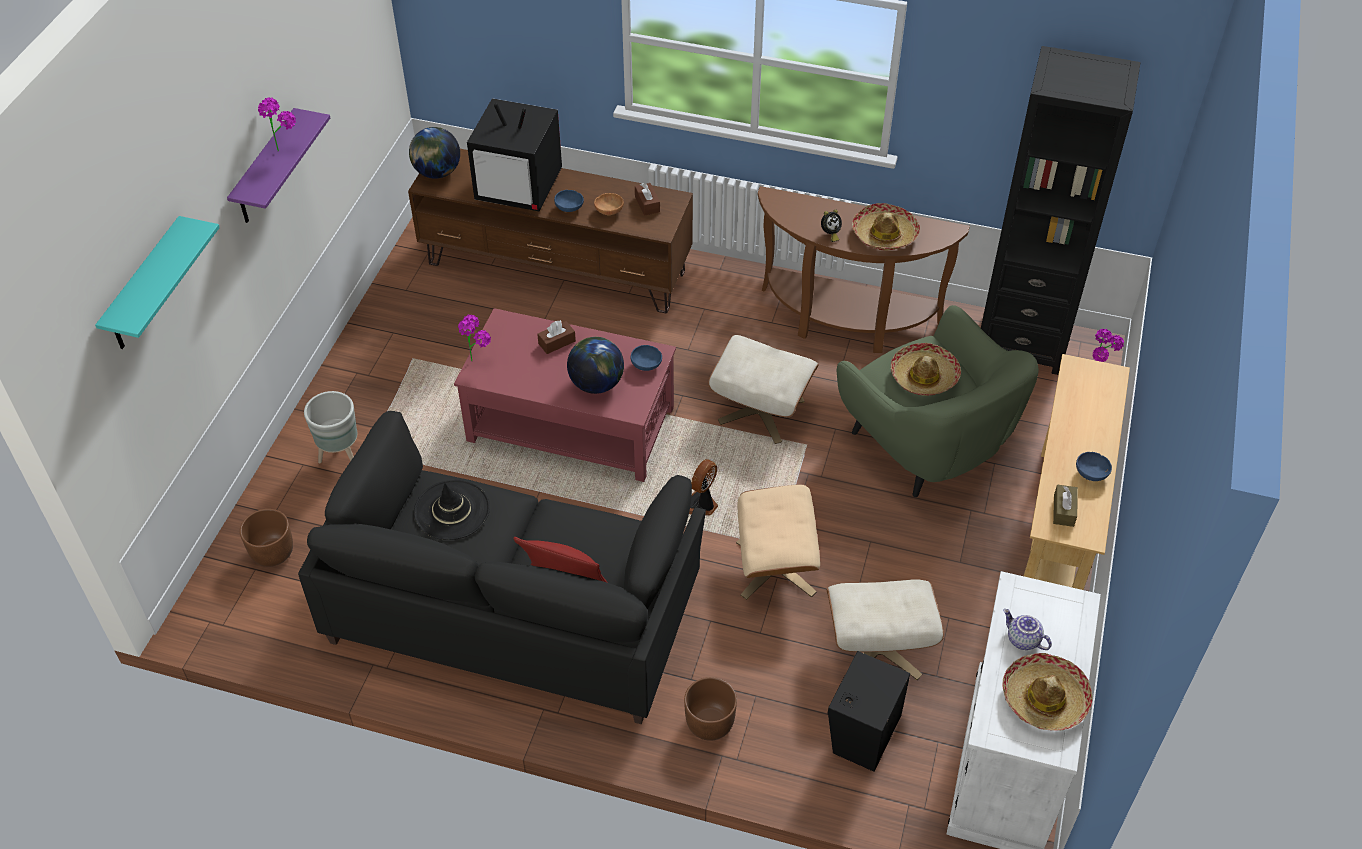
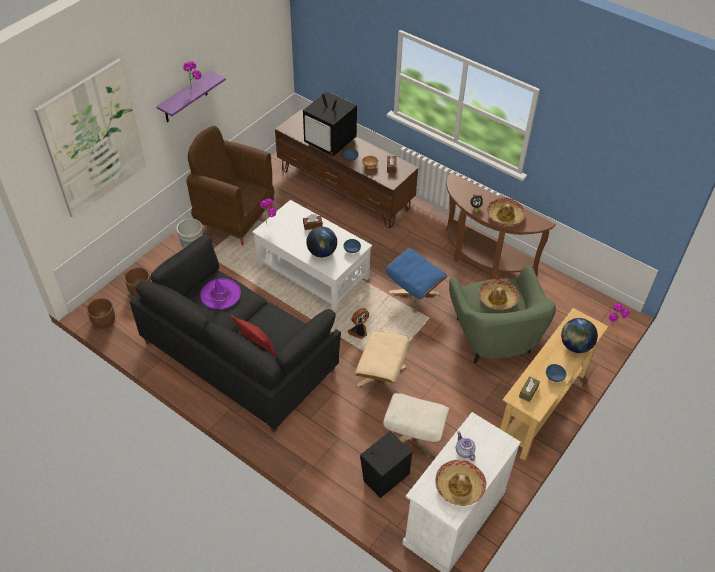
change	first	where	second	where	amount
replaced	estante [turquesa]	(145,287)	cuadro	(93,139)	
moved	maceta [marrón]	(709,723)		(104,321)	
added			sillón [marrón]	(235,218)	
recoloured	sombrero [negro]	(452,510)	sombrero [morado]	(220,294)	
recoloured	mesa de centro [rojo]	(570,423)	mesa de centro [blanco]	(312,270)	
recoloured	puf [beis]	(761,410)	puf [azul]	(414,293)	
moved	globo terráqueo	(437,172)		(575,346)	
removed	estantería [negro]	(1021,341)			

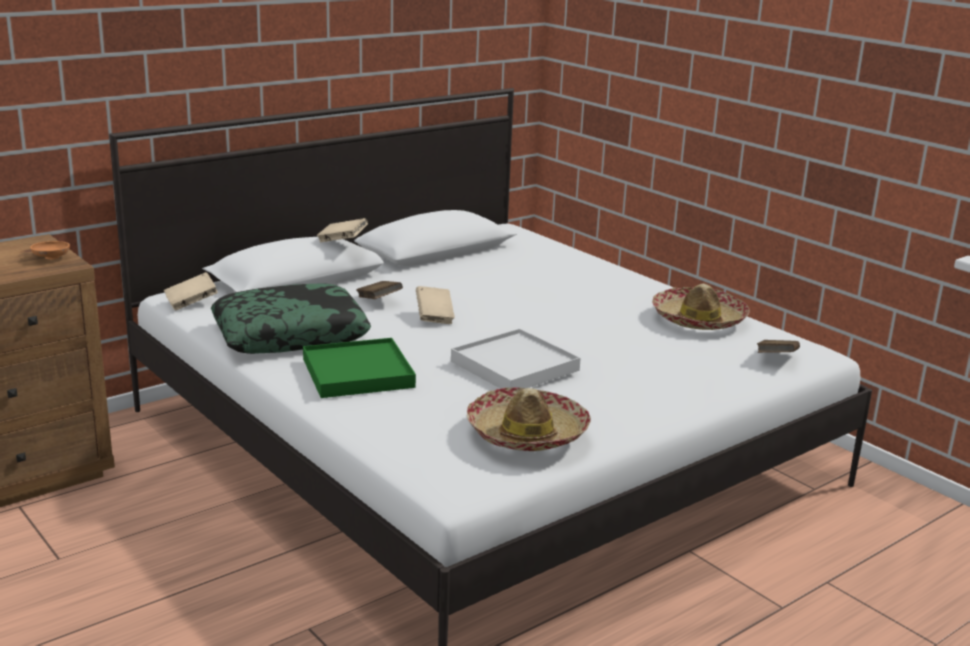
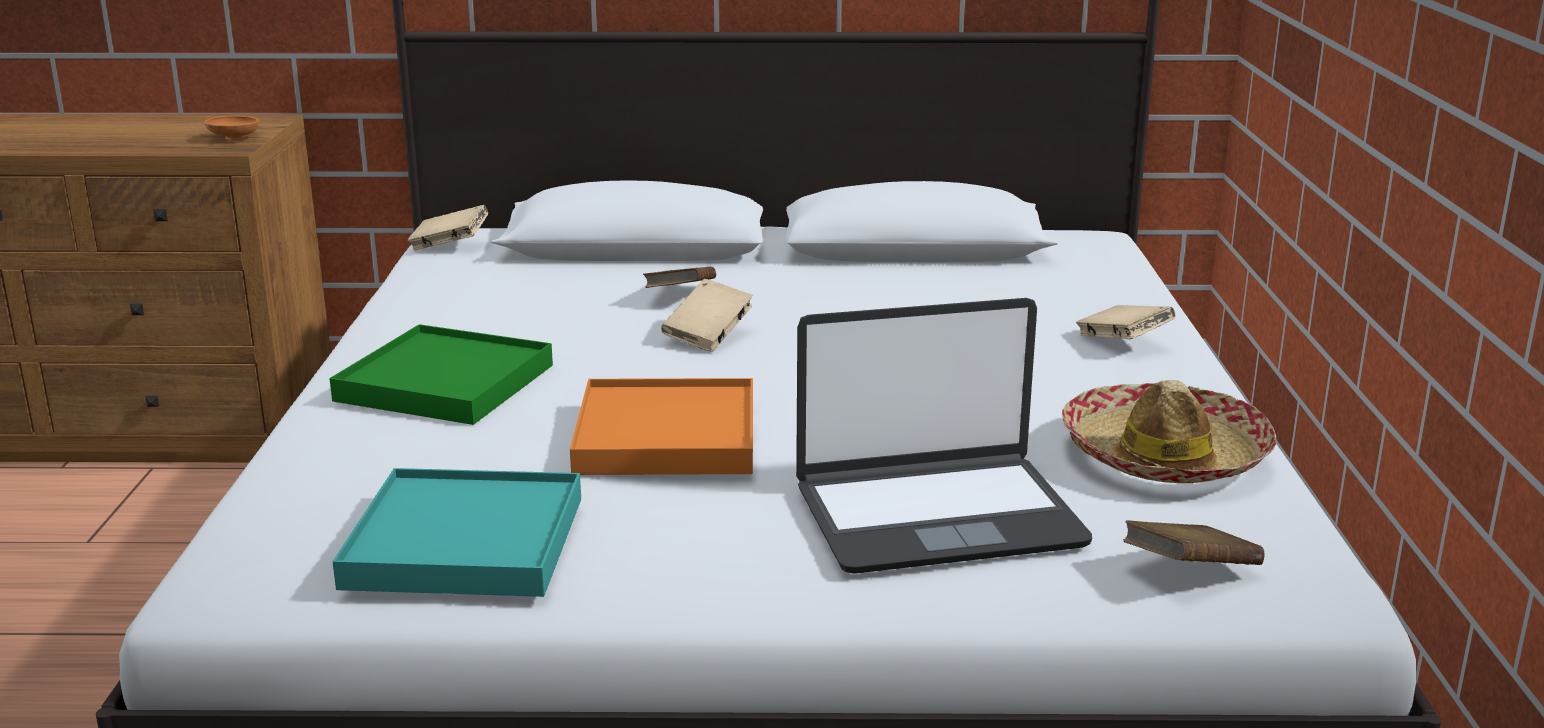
change	first	where	second	where	amount
replaced	sombrero	(527,433)	bandeja [turquesa]	(466,542)	
recoloured	bandeja [blanco]	(514,366)	bandeja [naranja]	(667,436)	
added			portátil	(937,516)	
moved	libro [beis]	(342,241)		(1122,343)	
removed	cojín	(290,334)			

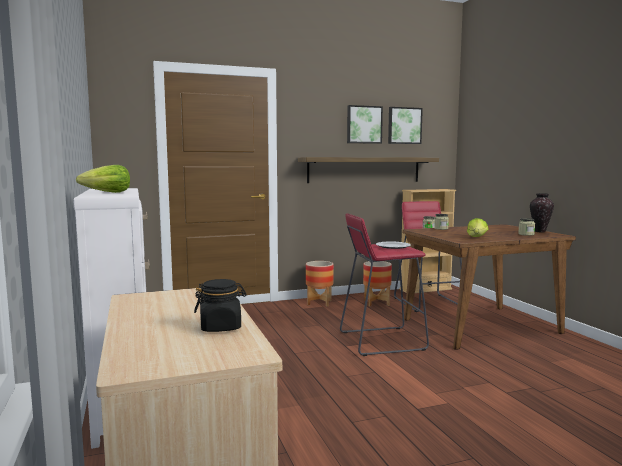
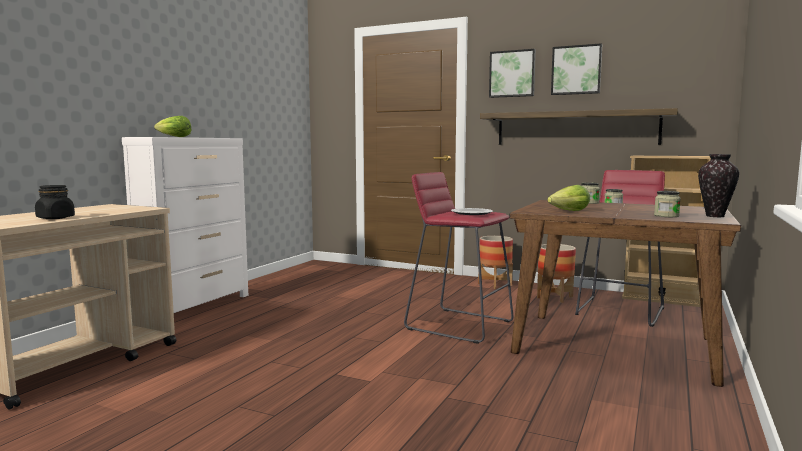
change	first	where	second	where	amount
moved	cuadro	(404,125)		(512,74)	

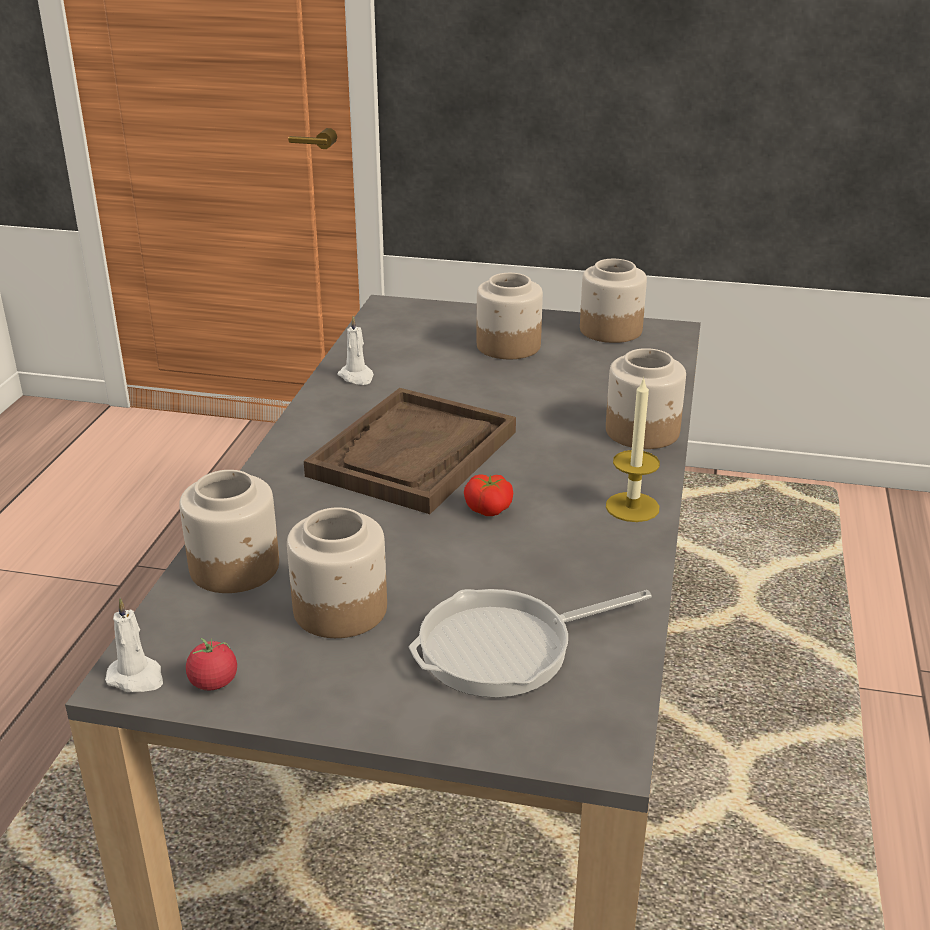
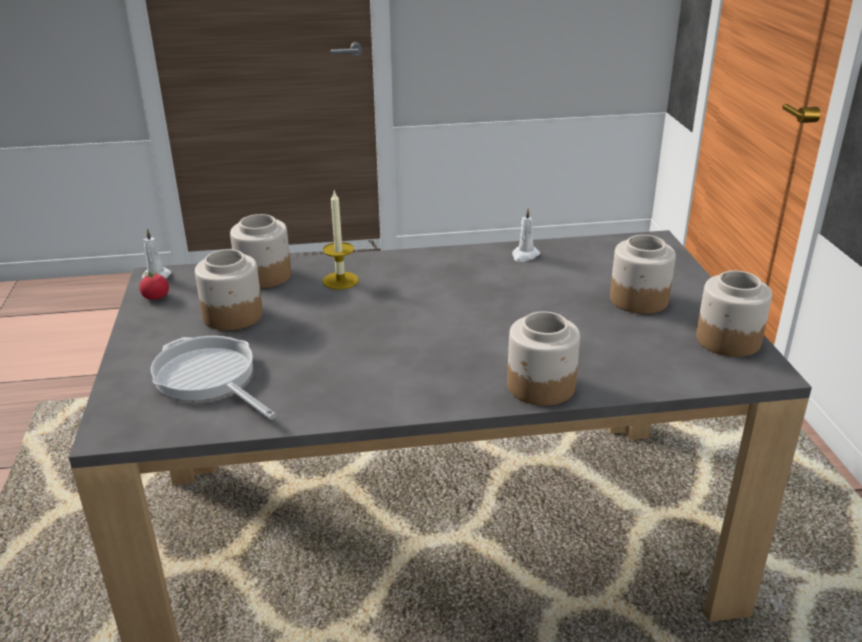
change	first	where	second	where	amount
moved	vela	(632,507)		(340,280)	
removed	bandeja [marrón]	(413,454)			
removed	tomate	(489,508)			

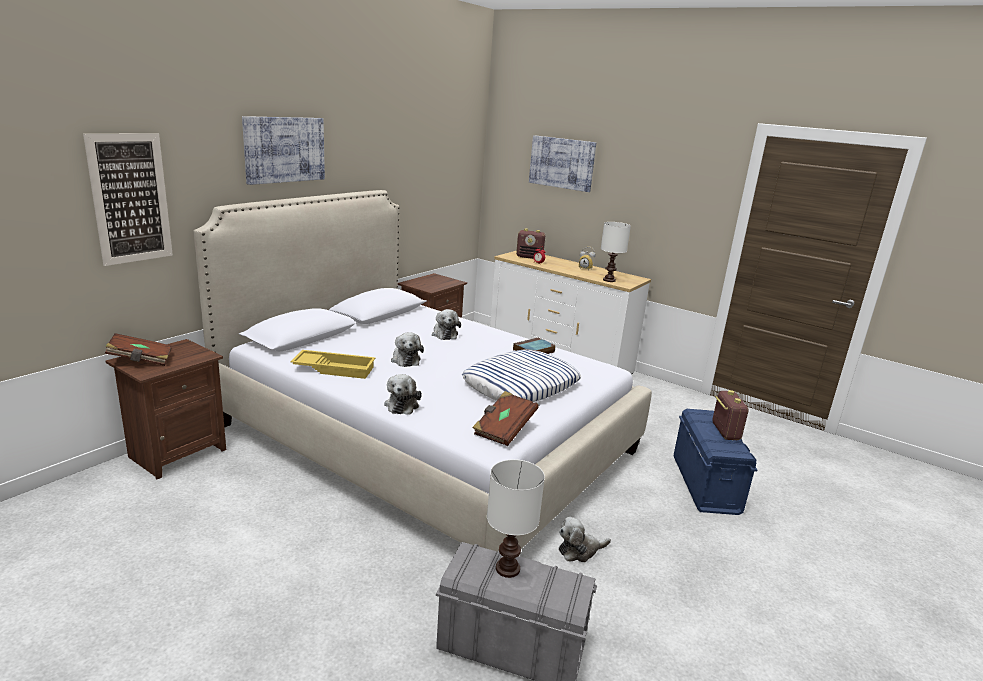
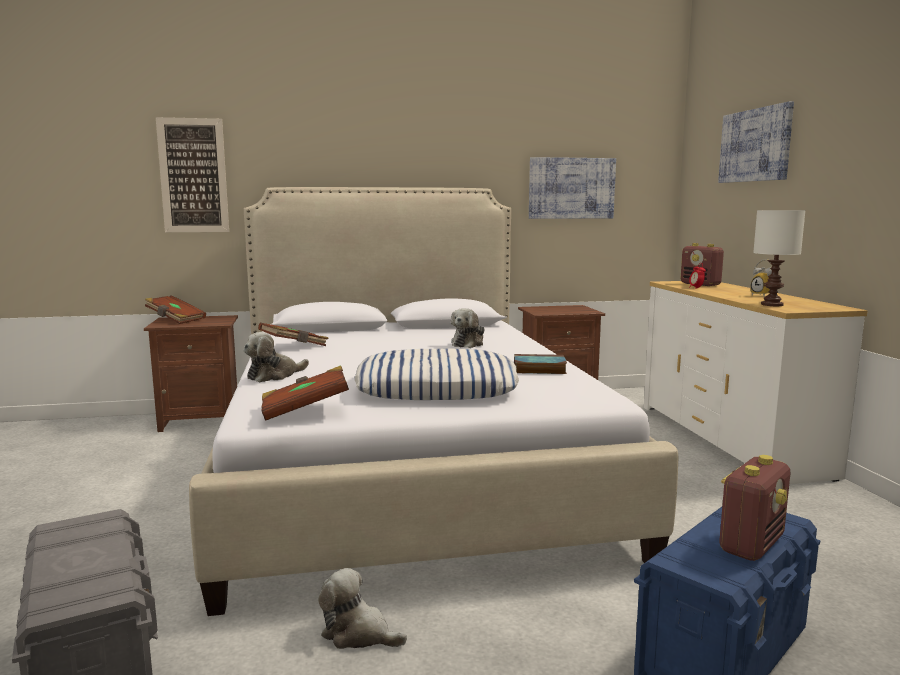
change	first	where	second	where	amount
replaced	bandeja [amarillo]	(335,368)	libro [marrón]	(294,347)	
moved	cuadro	(284,149)		(571,188)	
removed	peluche	(405,359)			
removed	lámpara de mesa [blanco]	(508,568)			

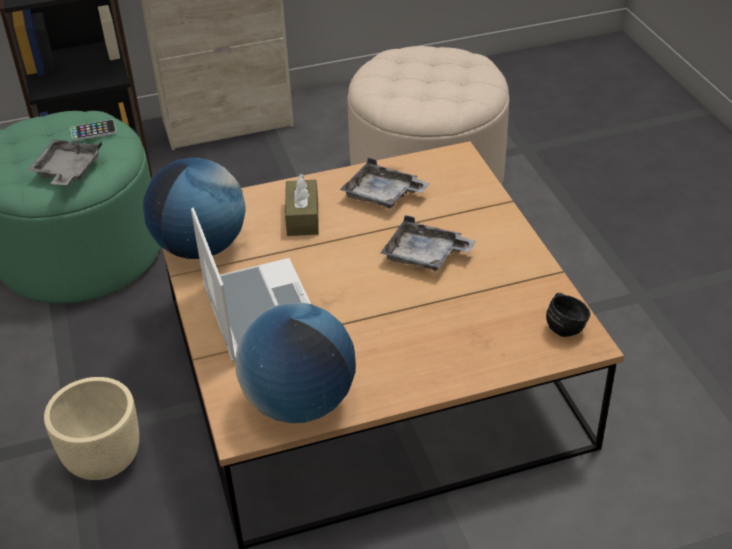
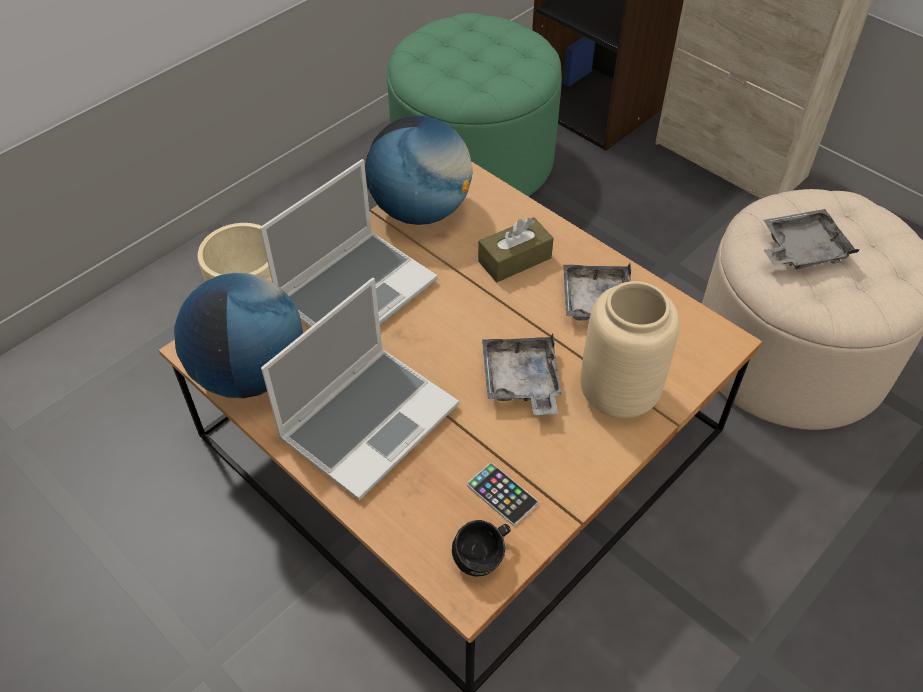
change	first	where	second	where	amount
added			portátil	(369,420)	
moved	móvil	(93,131)		(502,494)	
added			florero [beis]	(617,393)	
moved	bandeja [gris]	(67,171)		(801,250)	

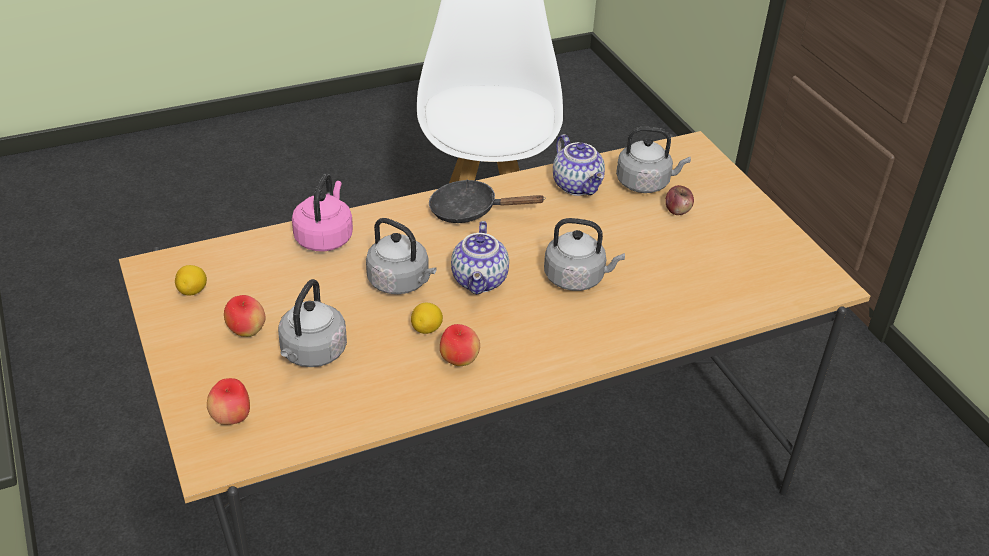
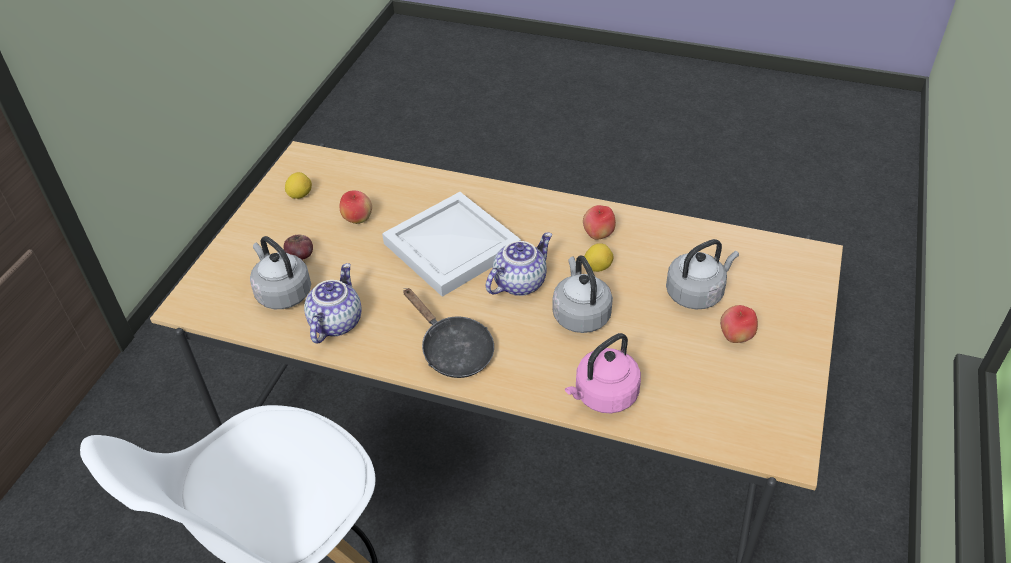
change	first	where	second	where	amount
moved	limón	(193,291)		(300,195)	
moved	manzana	(231,418)		(358,220)	
replaced	hervidor [gris]	(577,278)	bandeja [blanco]	(449,246)	

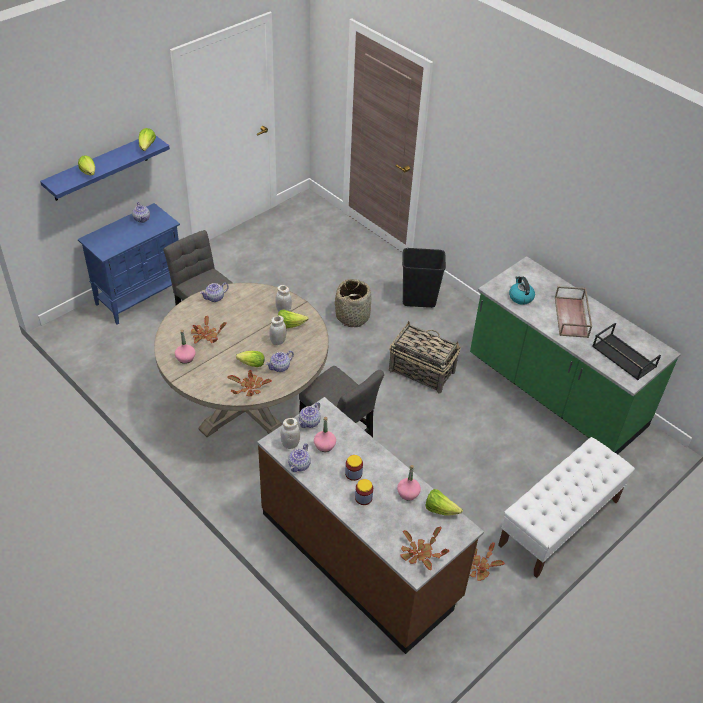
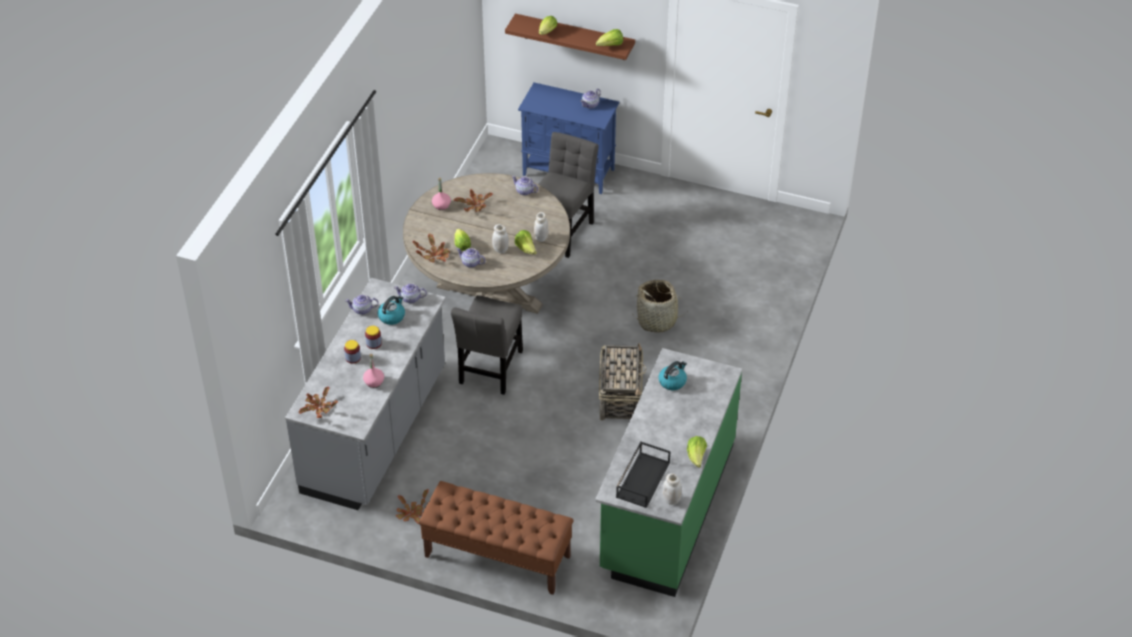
change	first	where	second	where	amount
recoloured	mueble bajo de cocina [marrón]	(360,555)	mueble bajo de cocina [gris]	(376,431)	
replaced	botella [rosa]	(324,445)	hervidor	(392,316)	
recoloured	banco [blanco]	(559,523)	banco [marrón]	(497,556)	
recoloured	estante [azul]	(100,167)	estante [marrón]	(574,37)	
moved	tarro [blanco]	(290,444)		(671,500)	
moved	lechuga	(440,509)		(696,457)	
removed	papelera [negro]	(419,300)			
removed	bandeja [marrón]	(572,317)			

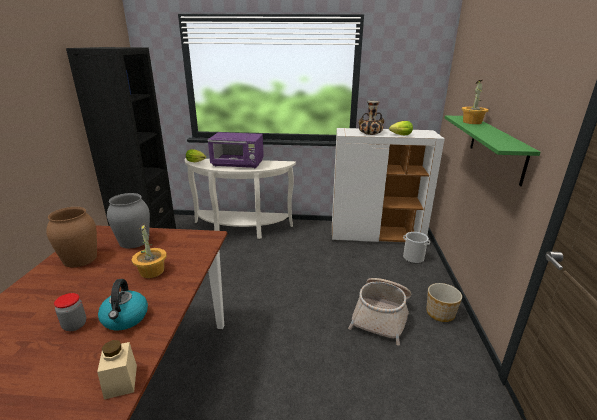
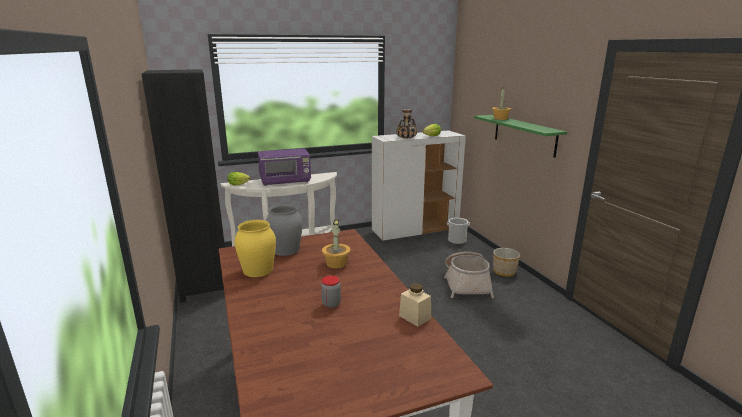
change	first	where	second	where	amount
recoloured	florero [marrón]	(80,258)	florero [amarillo]	(258,270)	
removed	hervidor	(125,318)			

